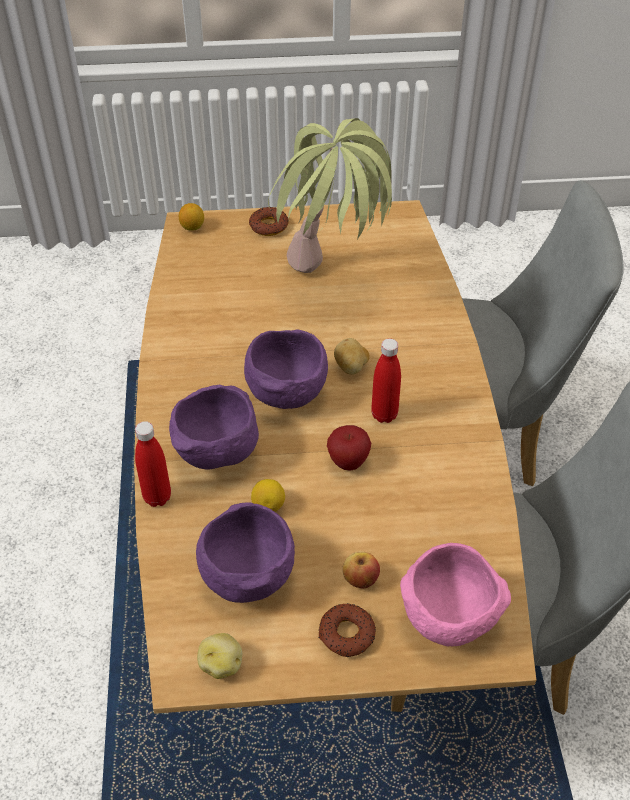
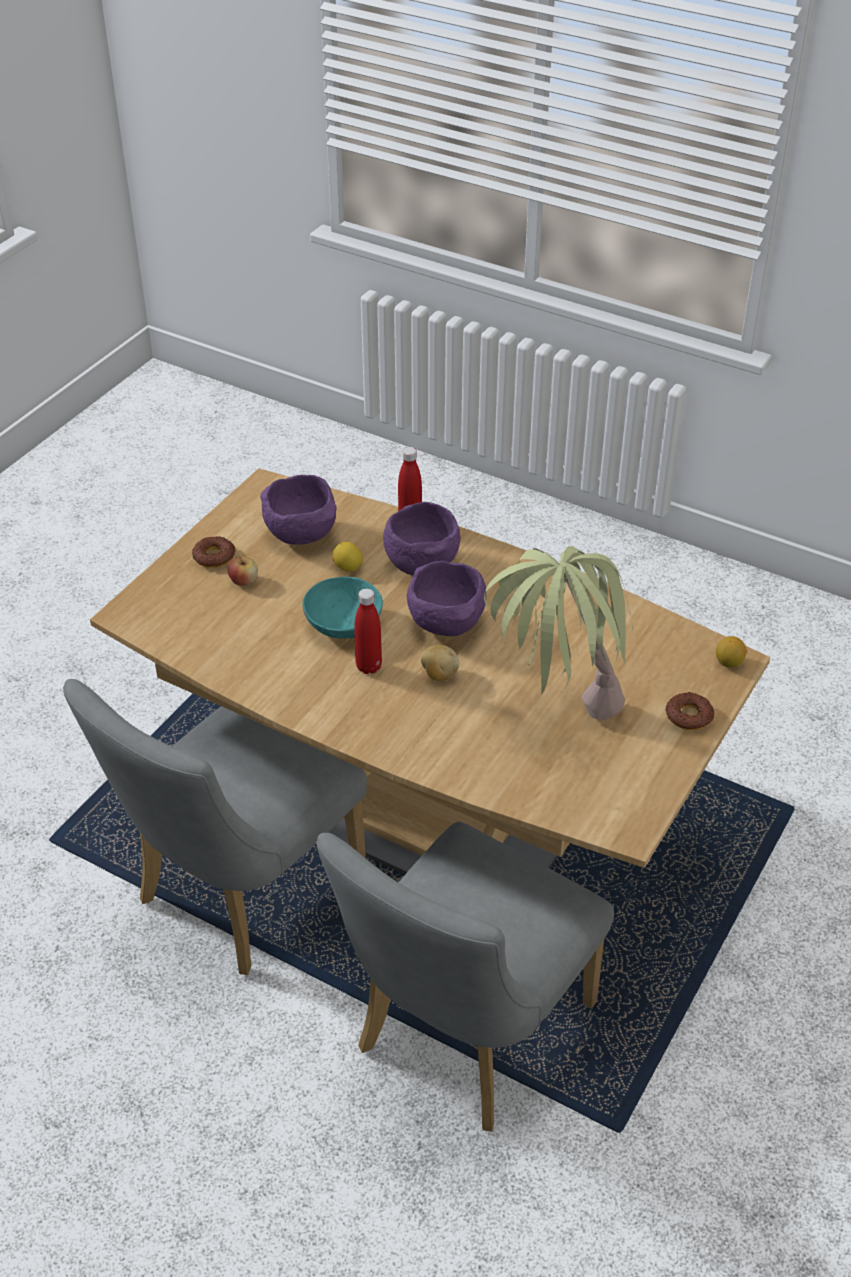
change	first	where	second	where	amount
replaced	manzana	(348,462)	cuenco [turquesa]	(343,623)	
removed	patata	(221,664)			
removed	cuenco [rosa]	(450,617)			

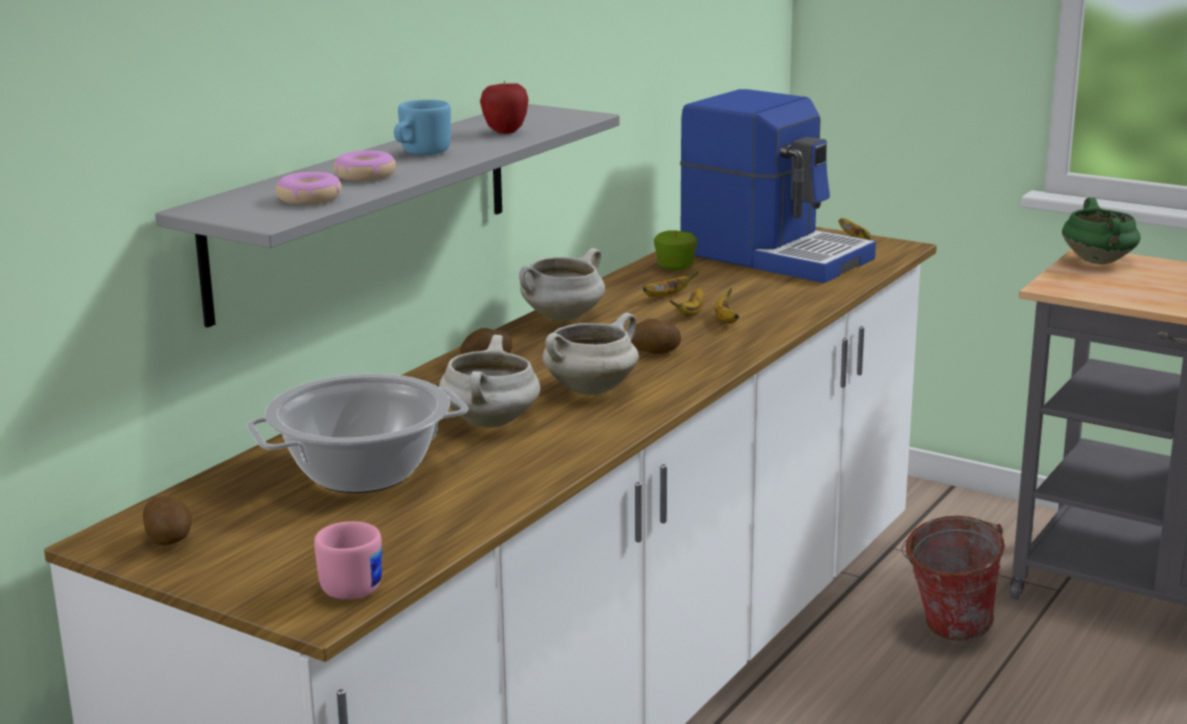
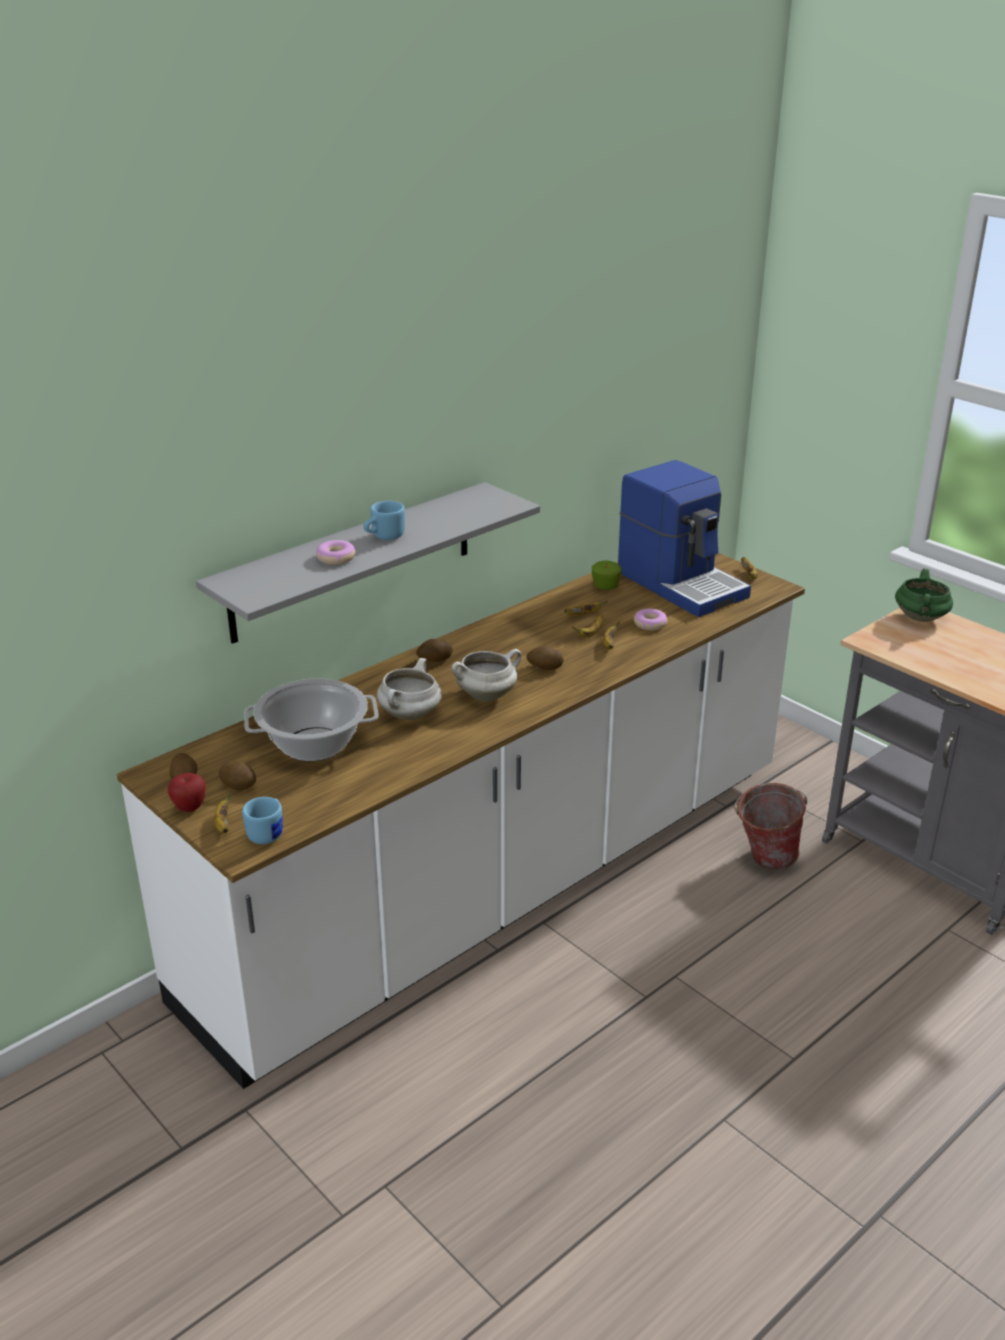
change	first	where	second	where	amount
moved	manzana	(505,132)		(189,808)	
added			plátano	(223,824)	
added			patata	(239,785)	
recoloured	taza grande [rosa]	(354,584)	taza grande [azul]	(268,832)	
moved	rosquilla	(309,199)		(650,624)	
removed	olla [blanco]	(562,318)			

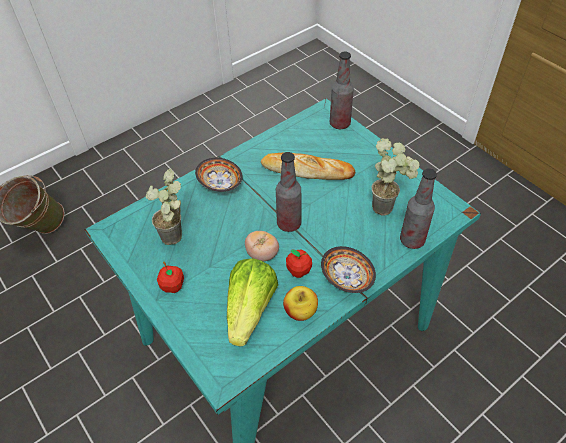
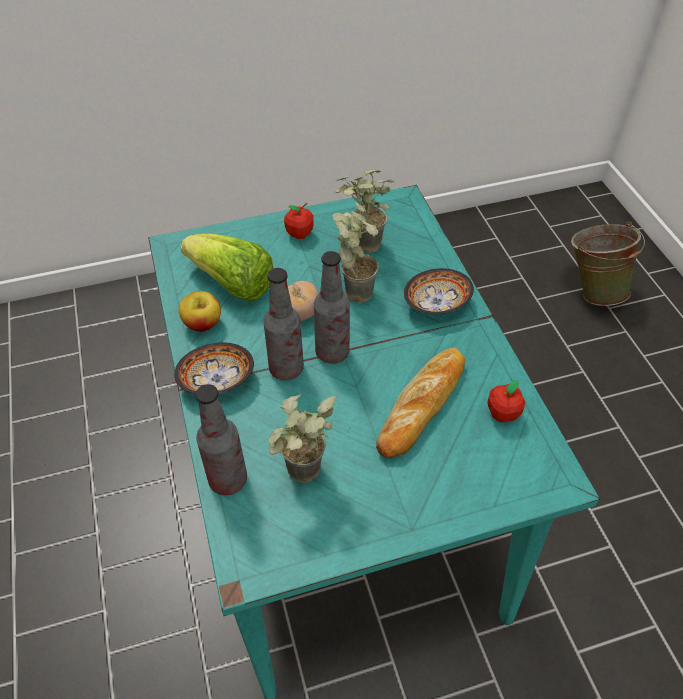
change	first	where	second	where	amount
moved	botella	(339,124)		(286,368)	
added			planta en maceta	(354,288)	
moved	manzana	(299,271)		(502,413)	

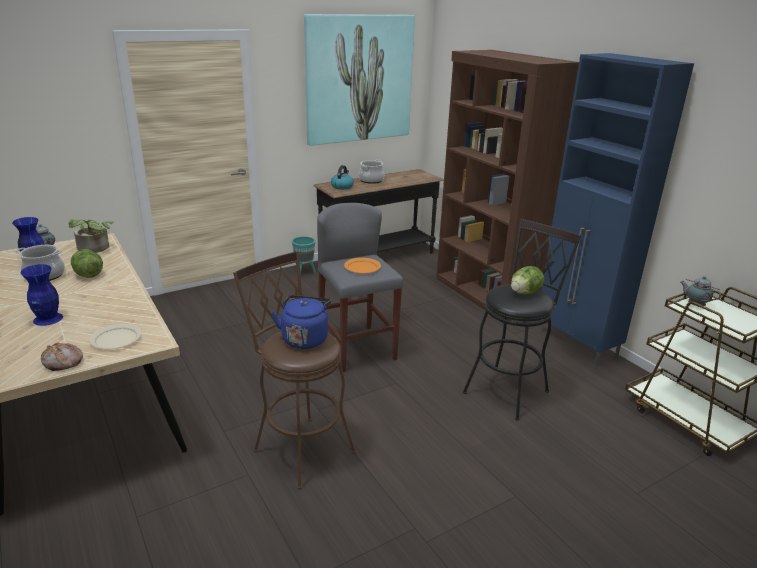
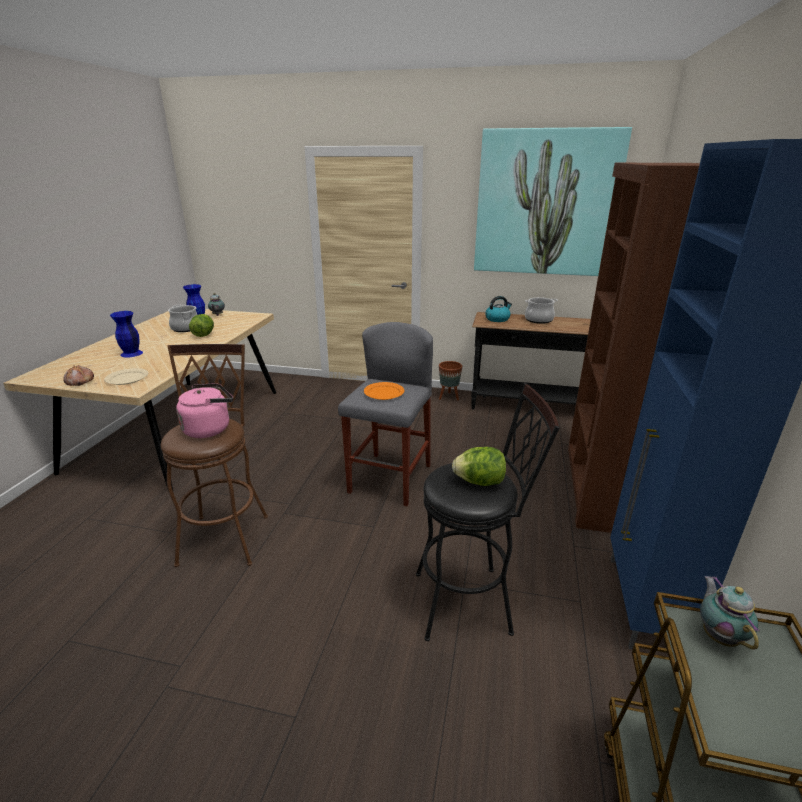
change	first	where	second	where	amount
recoloured	hervidor [azul]	(305,338)	hervidor [rosa]	(210,428)	
recoloured	maceta [turquesa]	(304,272)	maceta [marrón]	(449,397)	
removed	planta en maceta	(95,249)			

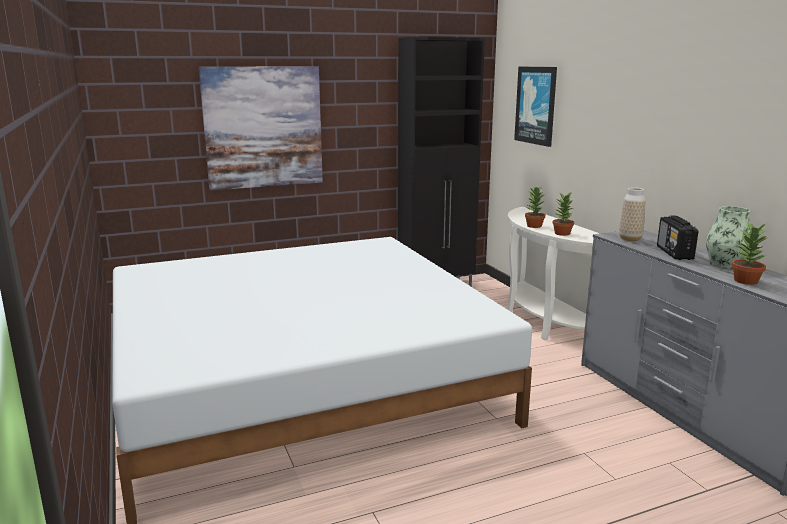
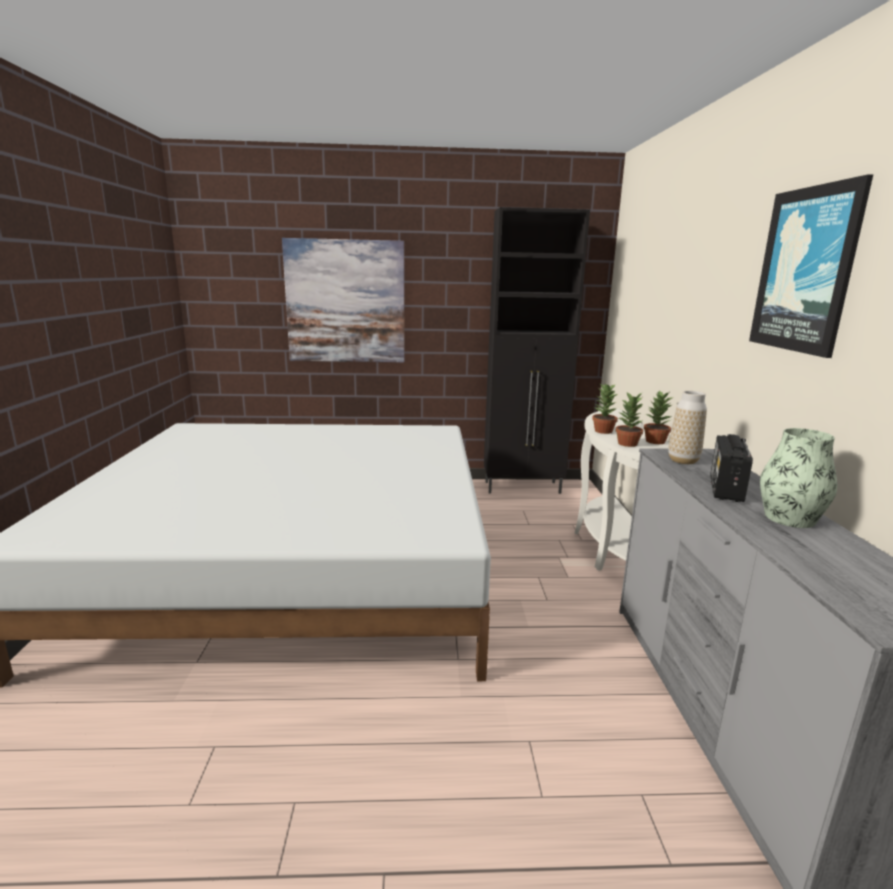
change	first	where	second	where	amount
moved	planta en maceta	(746,281)		(655,441)	
moved	cuadro	(536,105)		(806,270)	

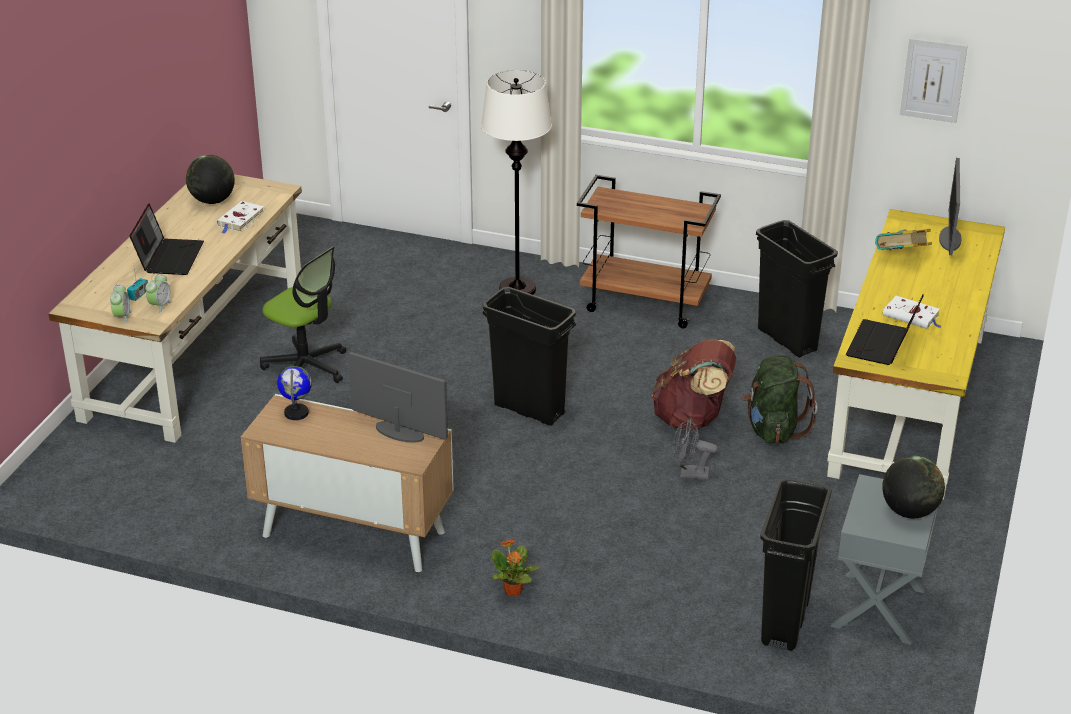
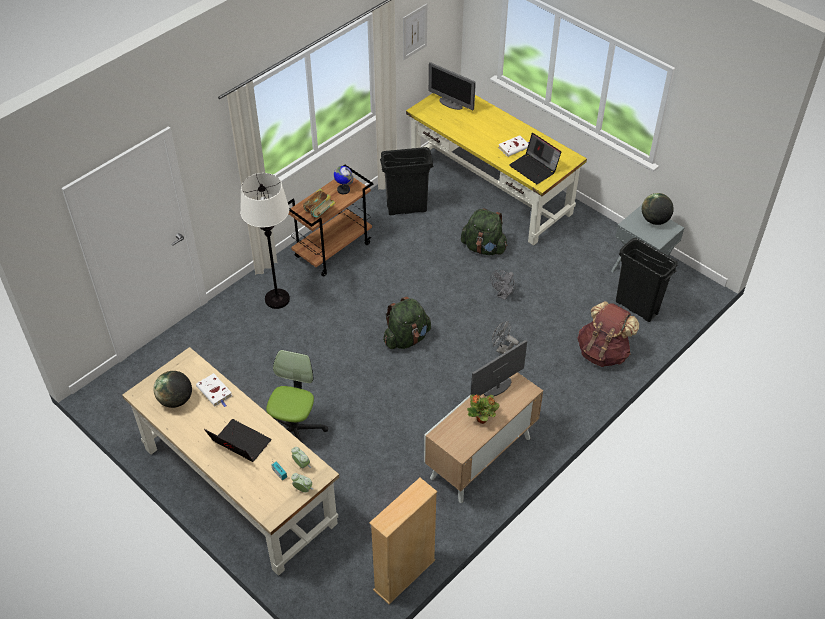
change	first	where	second	where	amount
turned	silla de oficina	(306,368)		(295,430)	45 degrees counterclockwise
moved	libro	(901,258)		(320,213)	
moved	globo terráqueo	(296,413)		(343,189)	
added			estantería [beis]	(404,575)	
replaced	papelera [negro]	(529,409)	mochila [verde]	(406,338)	
moved	planta en maceta	(513,592)		(482,419)	
added			ventilador [gris]	(502,350)	
moved	mochila [marrón]	(692,419)		(603,352)	

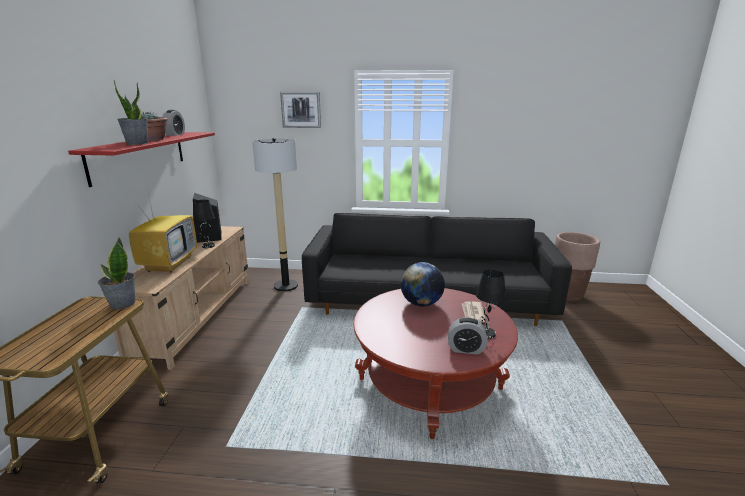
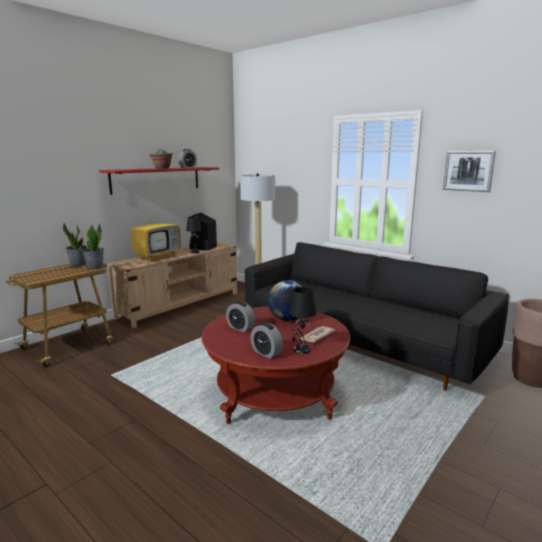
change	first	where	second	where	amount
moved	planta en maceta	(137,143)		(78,264)	
added			despertador	(240,328)	
moved	cuadro	(301,109)		(468,171)	

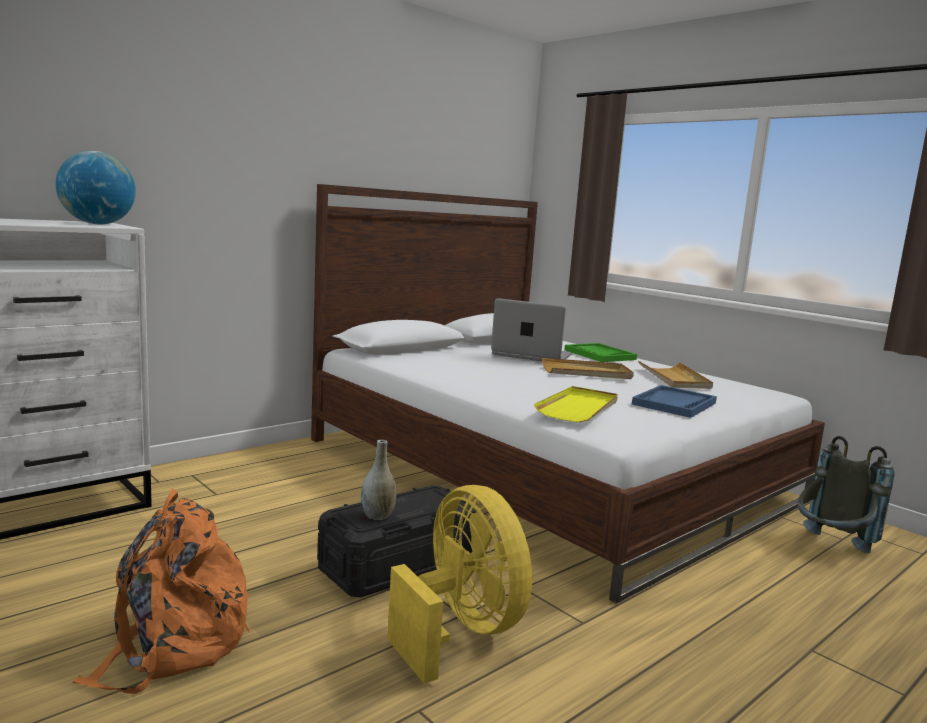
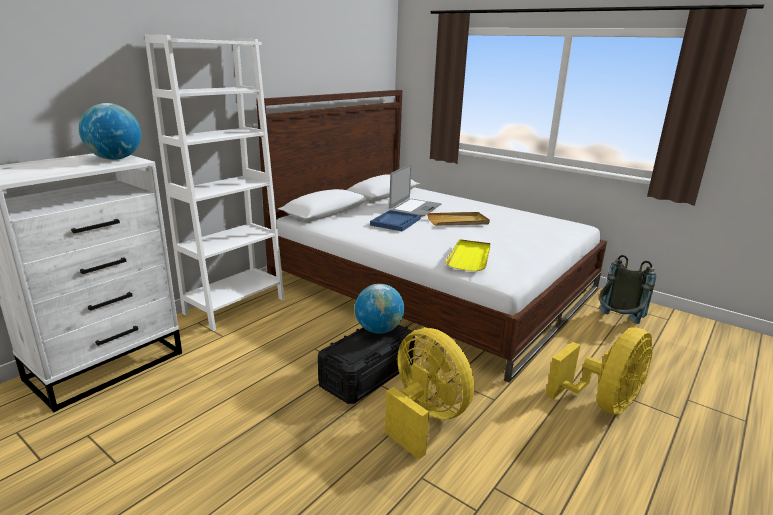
change	first	where	second	where	amount
added			estantería [blanco]	(235,306)	
added			globo terráqueo	(379,330)	
moved	bandeja [azul]	(674,404)		(395,222)	
turned	portátil	(531,355)		(415,208)	105 degrees clockwise
added			ventilador [amarillo]	(603,403)	
removed	mochila [naranja]	(172,643)			
removed	florero [gris]	(377,516)			
removed	bandeja [verde]	(599,355)			
removed	bandeja [beis]	(674,378)			

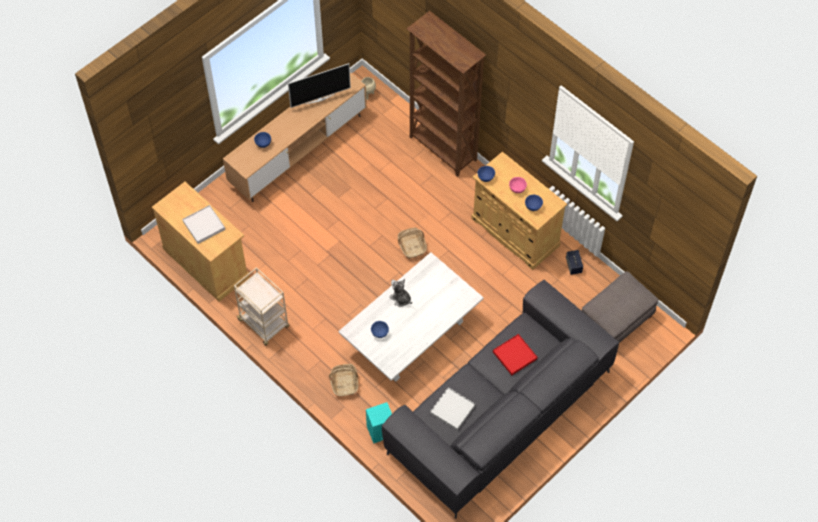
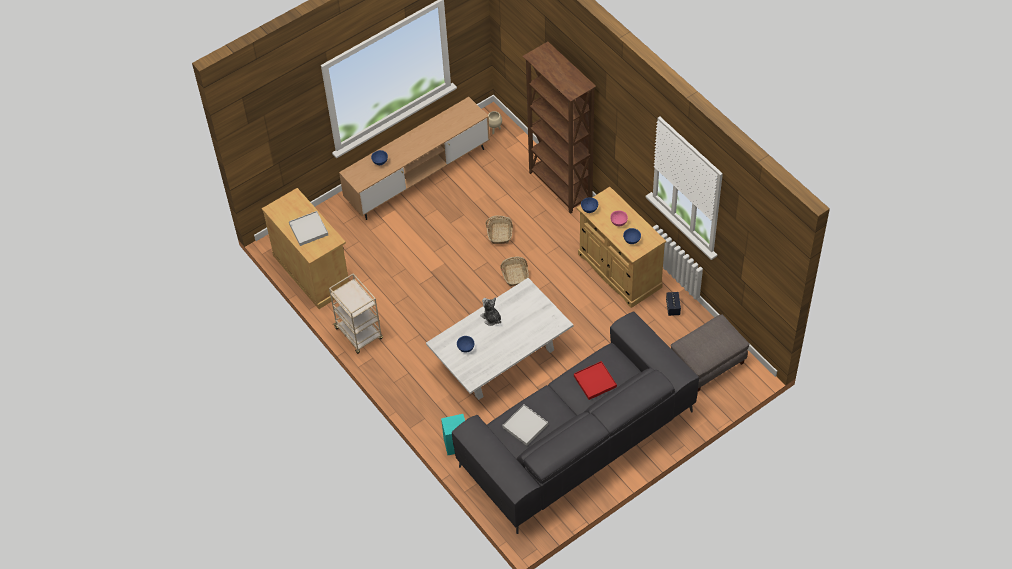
change	first	where	second	where	amount
moved	cesta	(344,383)		(500,233)	
removed	televisor	(319,98)			

